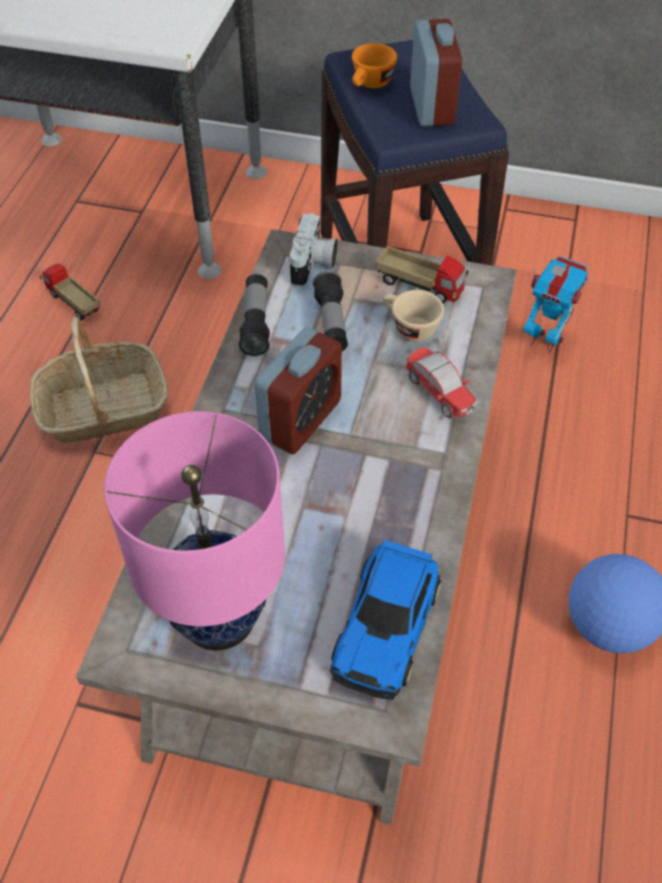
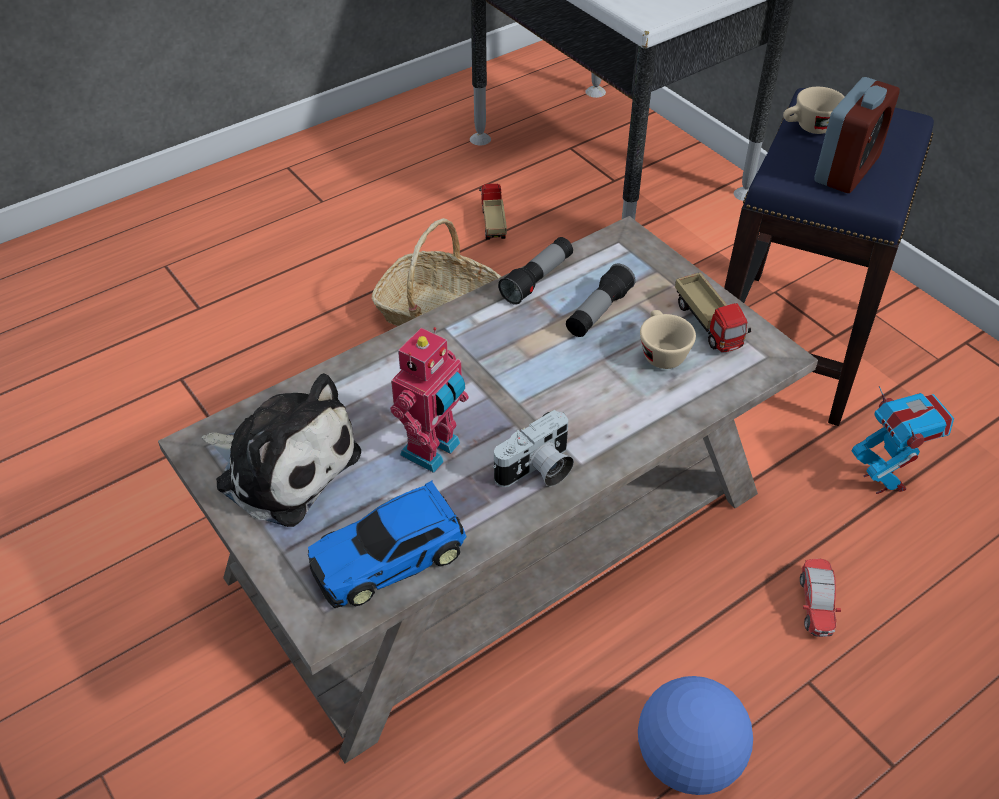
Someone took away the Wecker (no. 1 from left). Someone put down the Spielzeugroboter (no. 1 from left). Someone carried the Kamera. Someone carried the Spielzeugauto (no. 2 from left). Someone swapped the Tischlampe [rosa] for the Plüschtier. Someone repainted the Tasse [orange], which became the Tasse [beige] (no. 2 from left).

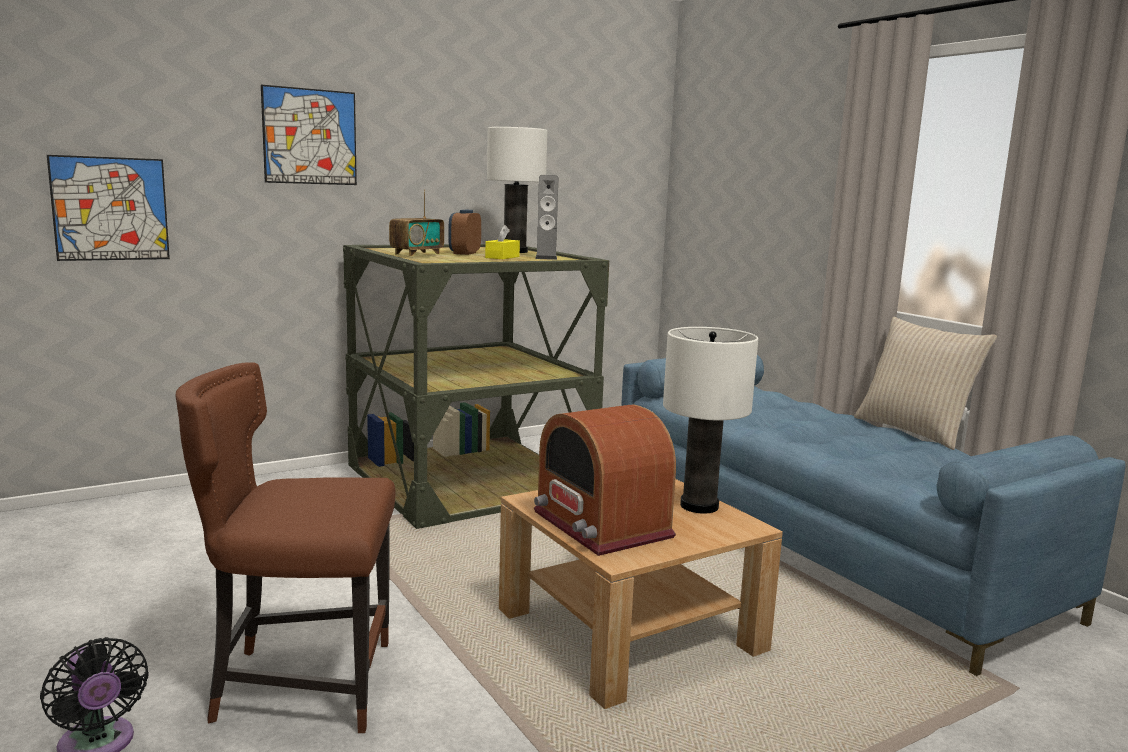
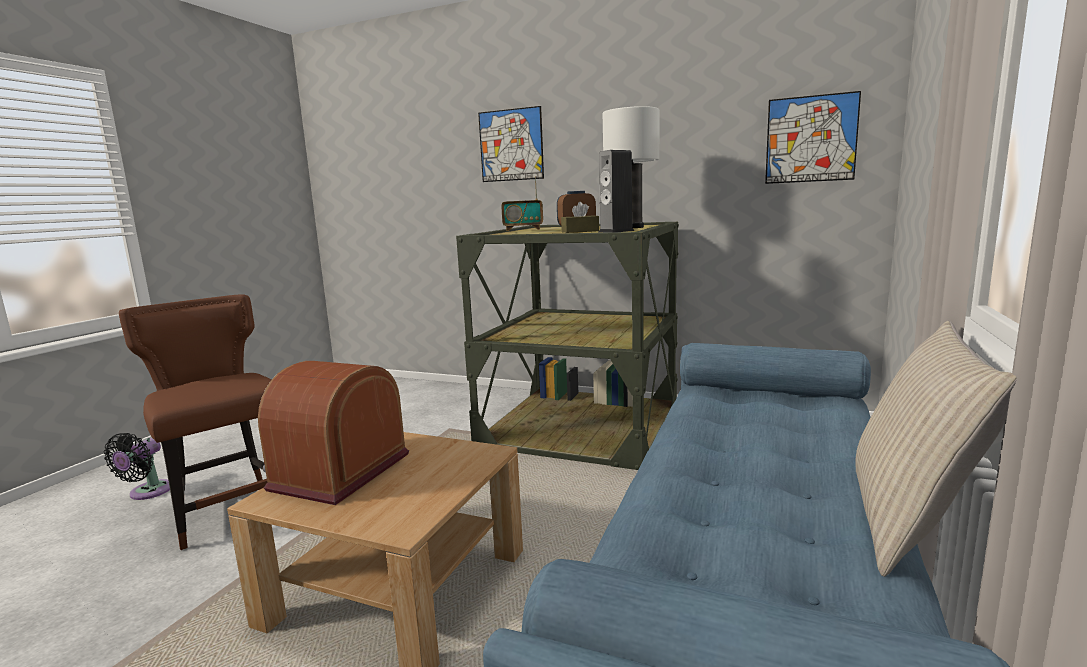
Someone took away the Tischlampe [weiß] (no. 2 from left). Someone carried the Bild (no. 1 from left in the first image). Someone repainted the Taschentuchbox [gelb], which became the Taschentuchbox [braun].

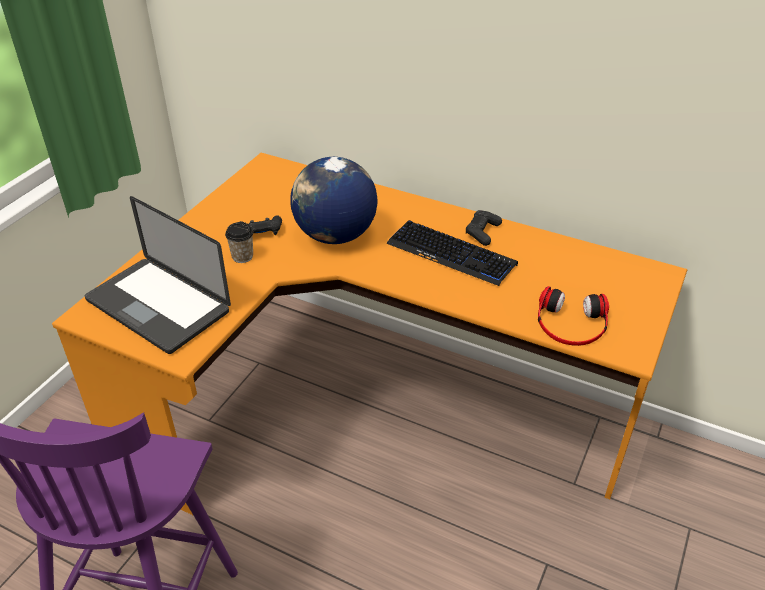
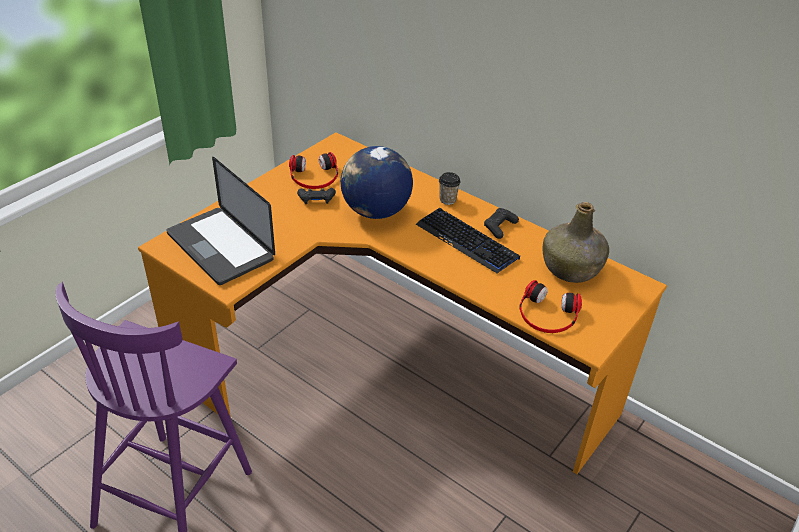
Someone put down the Kopfhörer (no. 1 from left). Someone put down the Flasche [grün]. Someone carried the Tasse.

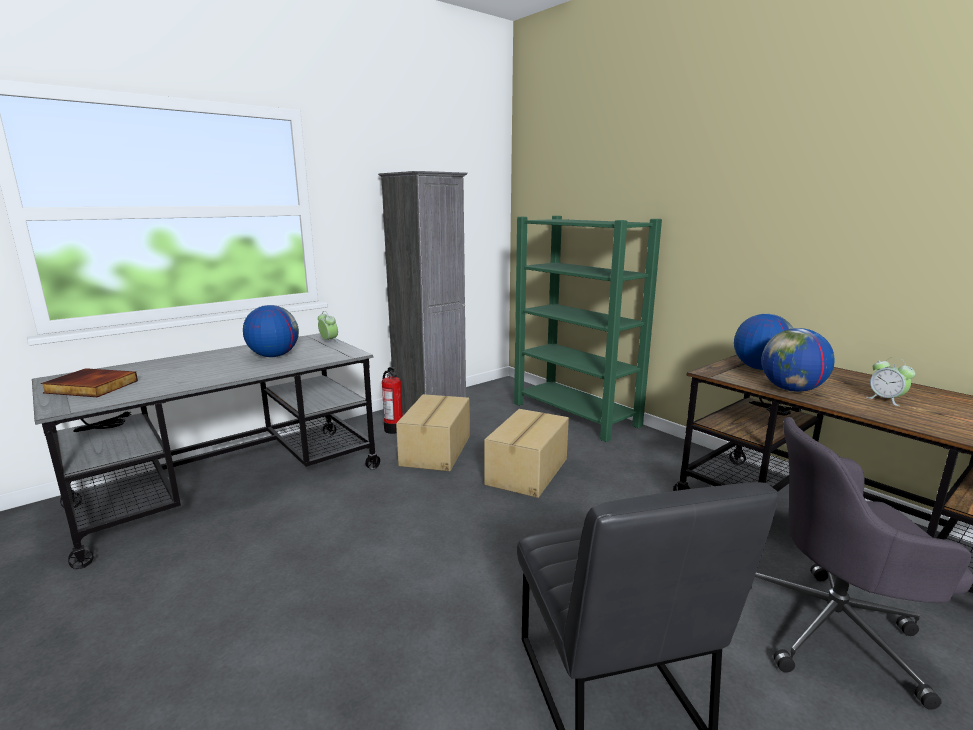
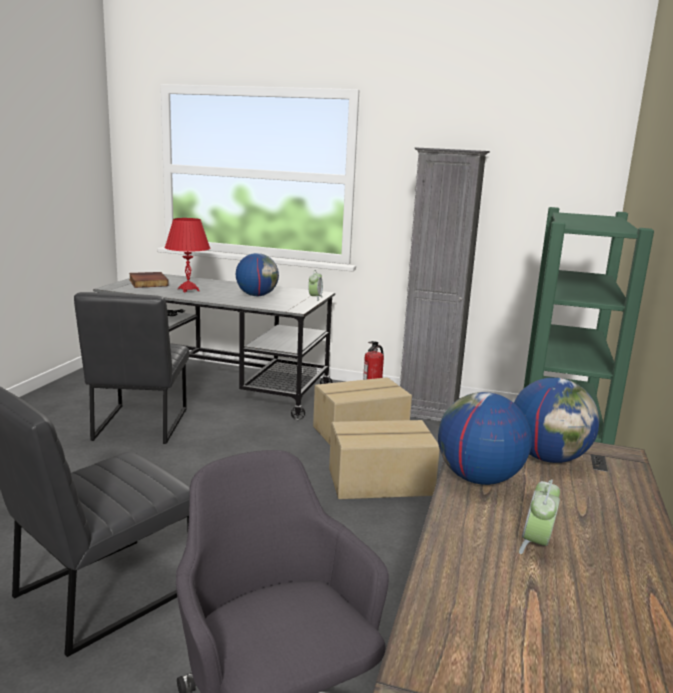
Someone put down the Stuhl [grau] (no. 2 from left). Someone put down the Tischlampe [rot].

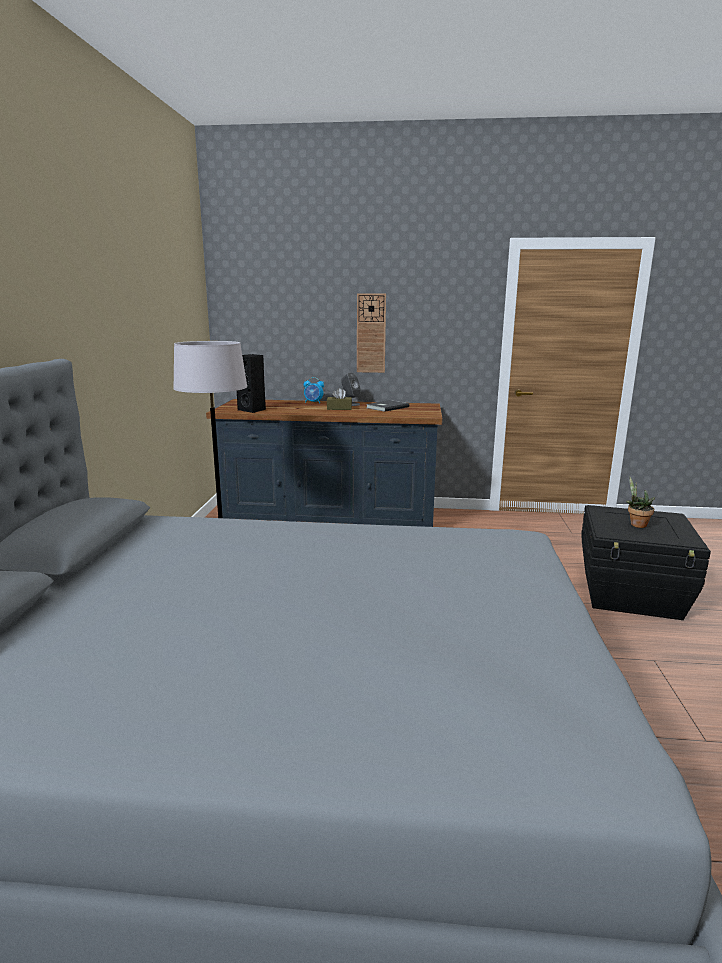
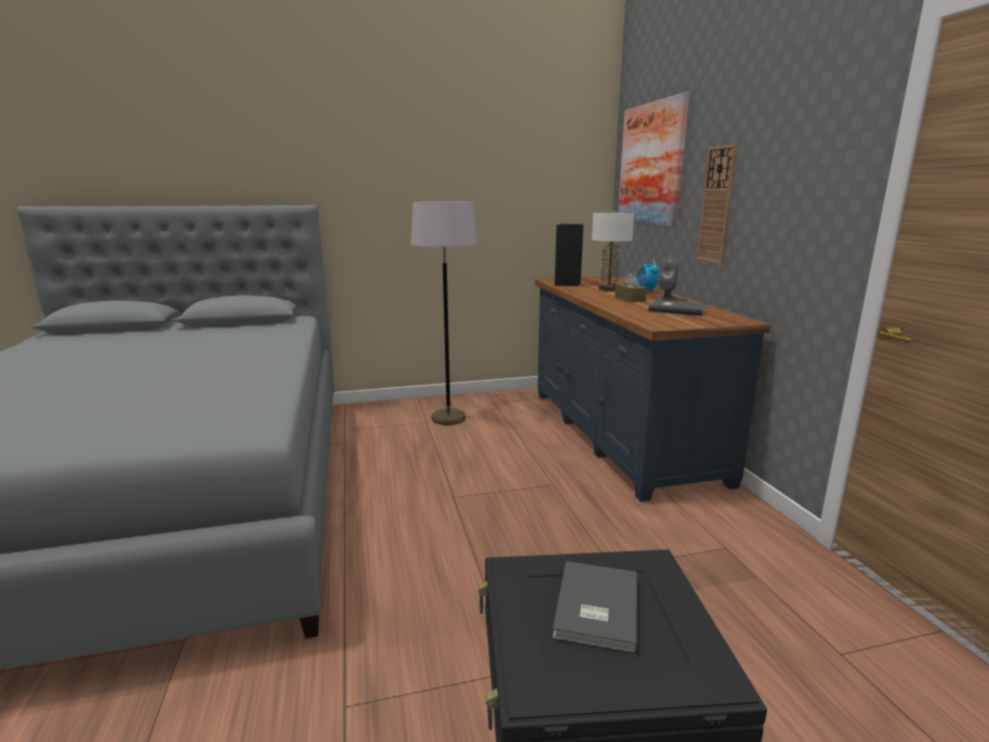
Someone put down the Tischlampe. Someone put up the Bild. Someone swapped the Topfpflanze for the Buch [grau] (no. 1 from left).

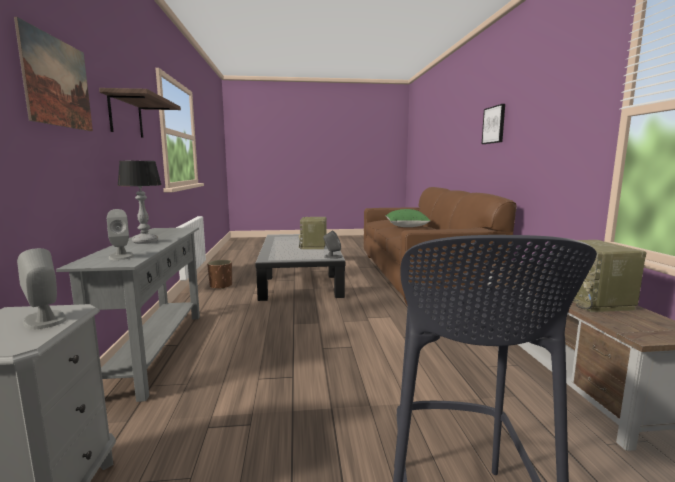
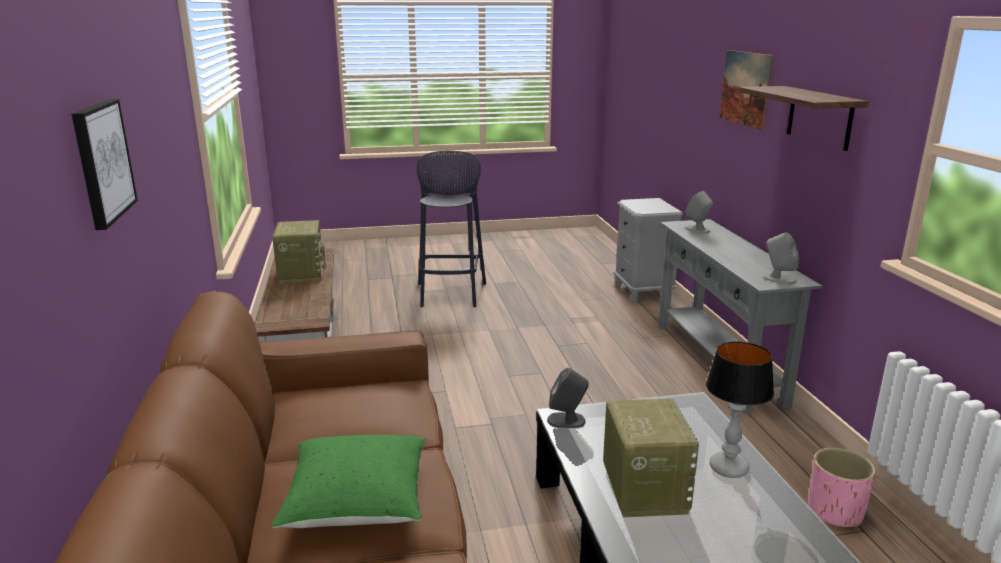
Someone carried the Lautsprecher [grau] (no. 1 from left in the first image). Someone carried the Tischlampe. Someone repainted the Pflanzkübel [braun], which became the Pflanzkübel [rosa].

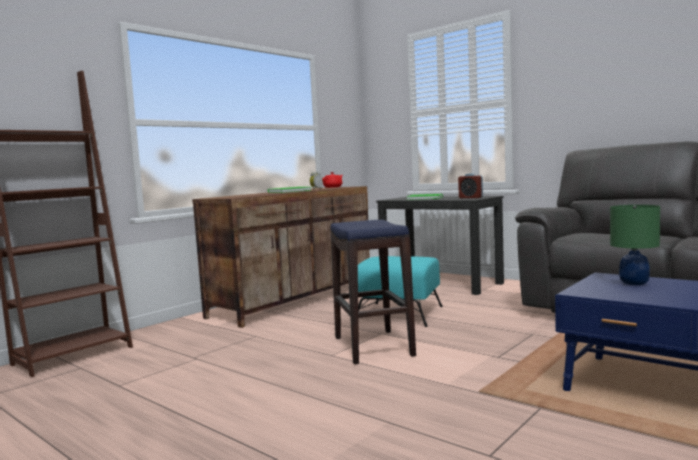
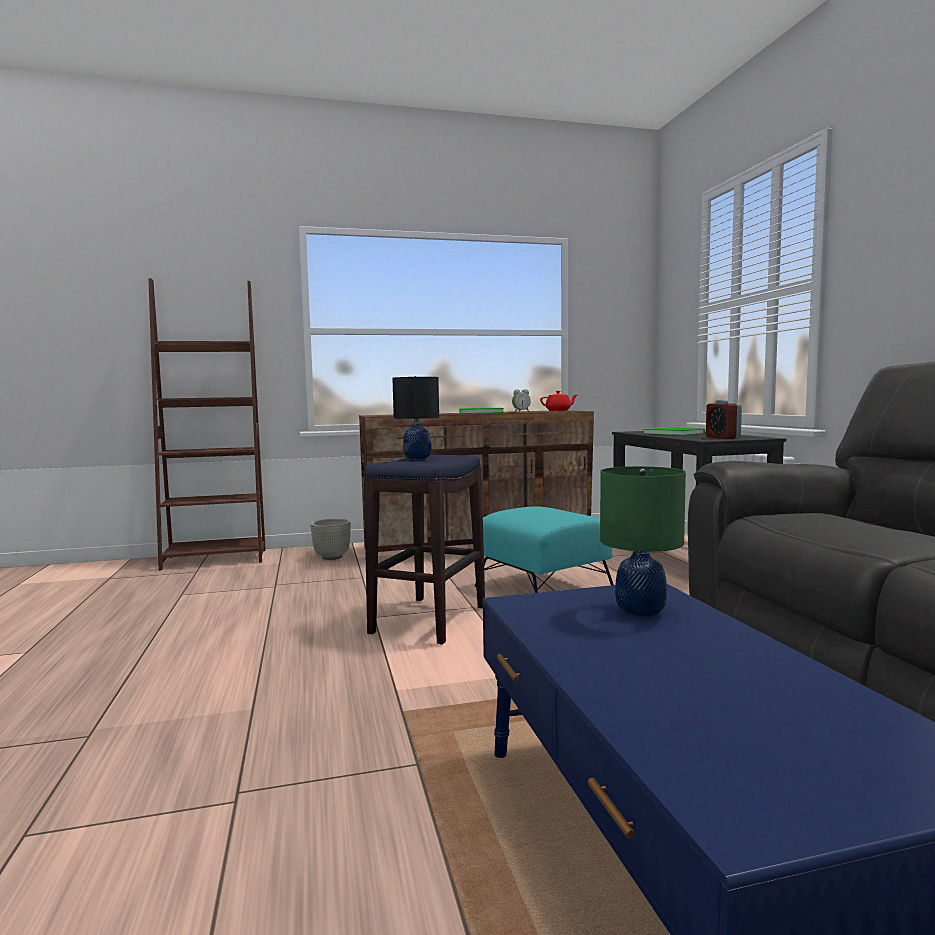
Someone put down the Pflanzkübel [grau]. Someone put down the Tischlampe [schwarz].

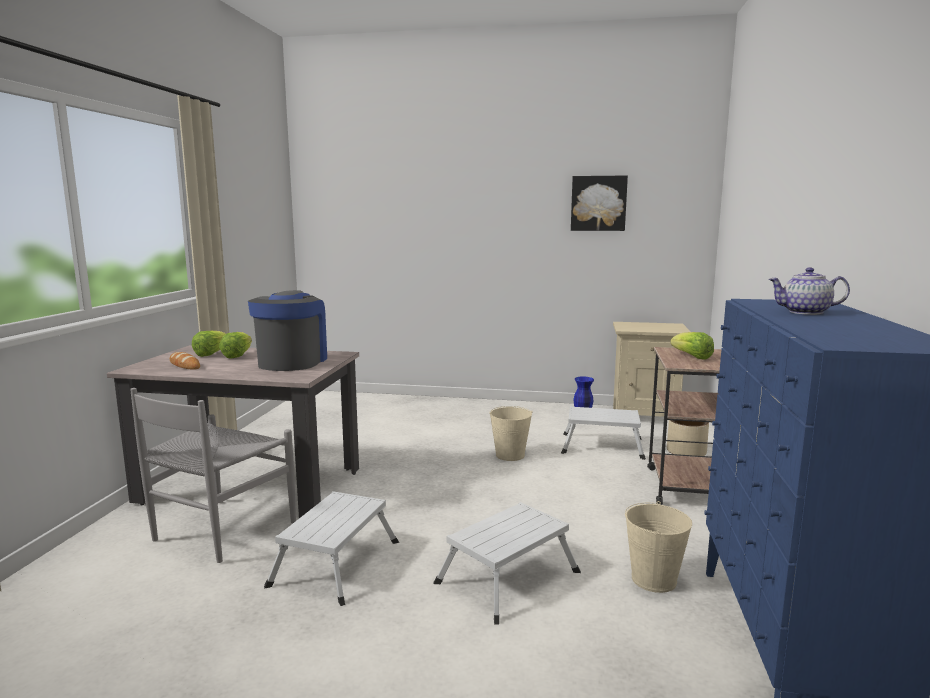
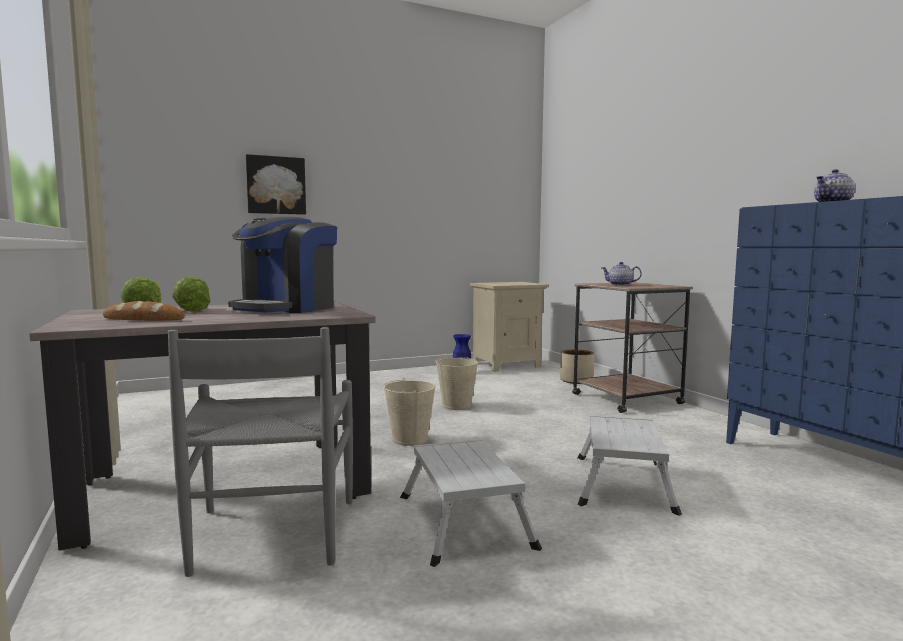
Someone took away the Trittleiter [weiß] (no. 3 from left). Someone carried the Bild. Someone carried the Eimer [beige] (no. 2 from left in the first image). Someone swapped the Salatkopf (no. 3 from left) for the Teekanne (no. 1 from left). Someone rotated the Kaffeemaschine by 120 degrees counterclockwise.

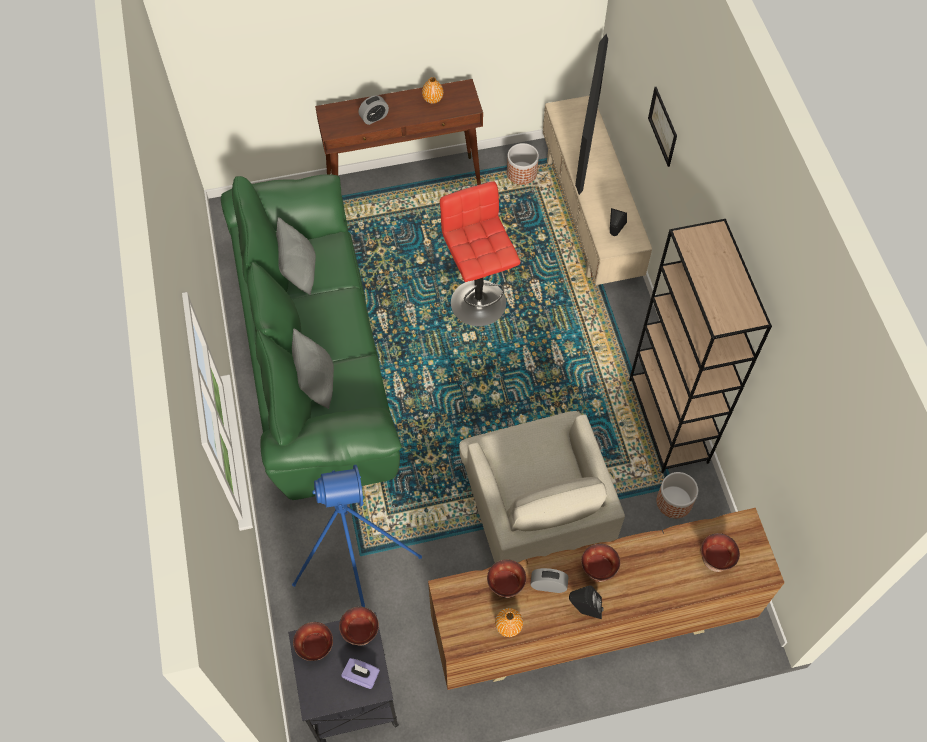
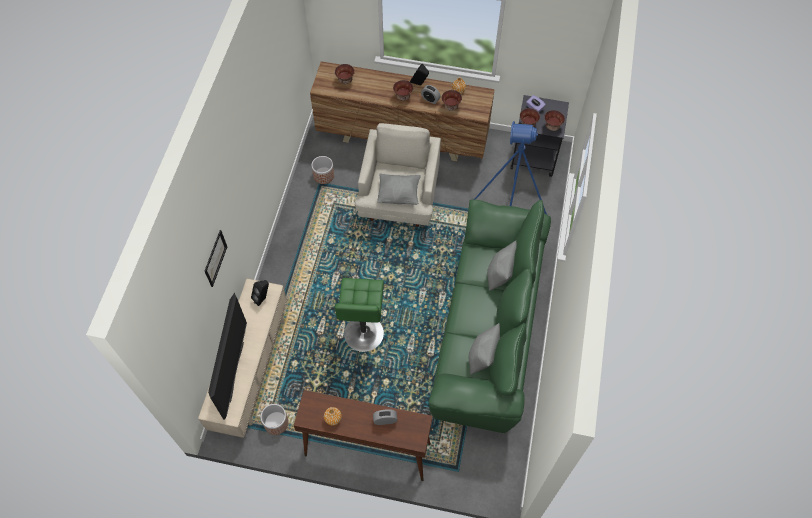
Someone took away the Bücherregal [beige]. Someone put down the Kissen [grau] (no. 1 from left). Someone repainted the Hocker [rot], which became the Hocker [grün]. Someone rotated the Fernseher by 150 degrees clockwise.

